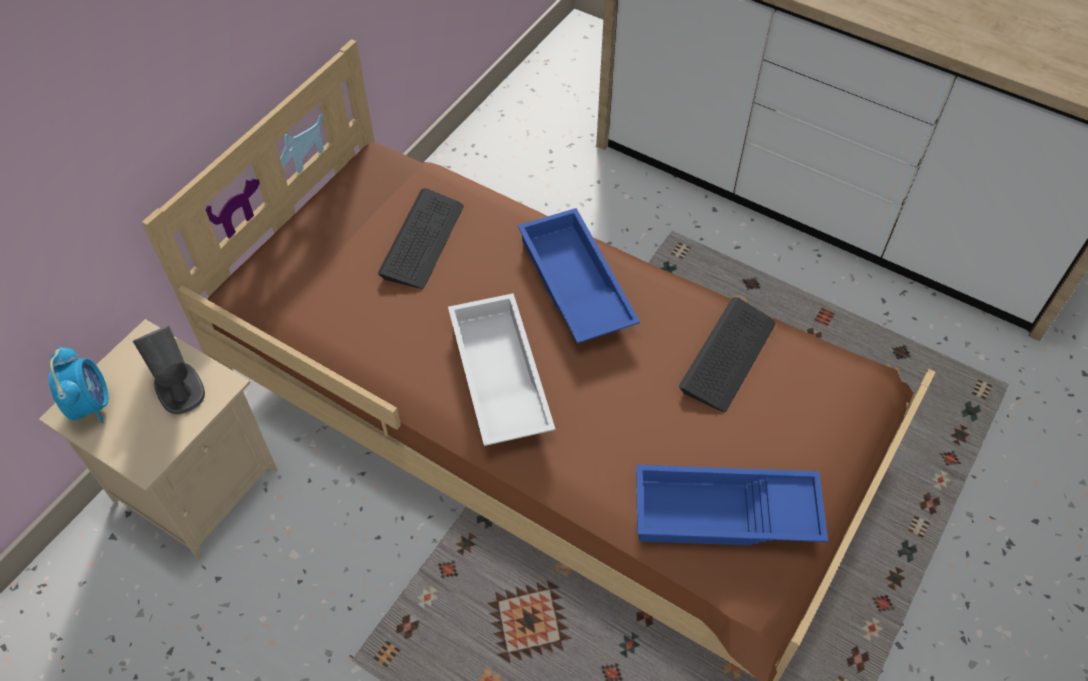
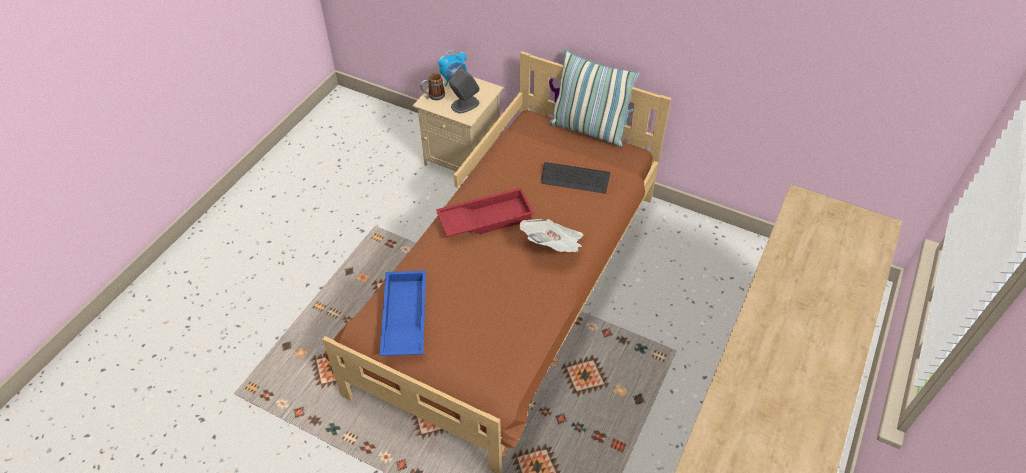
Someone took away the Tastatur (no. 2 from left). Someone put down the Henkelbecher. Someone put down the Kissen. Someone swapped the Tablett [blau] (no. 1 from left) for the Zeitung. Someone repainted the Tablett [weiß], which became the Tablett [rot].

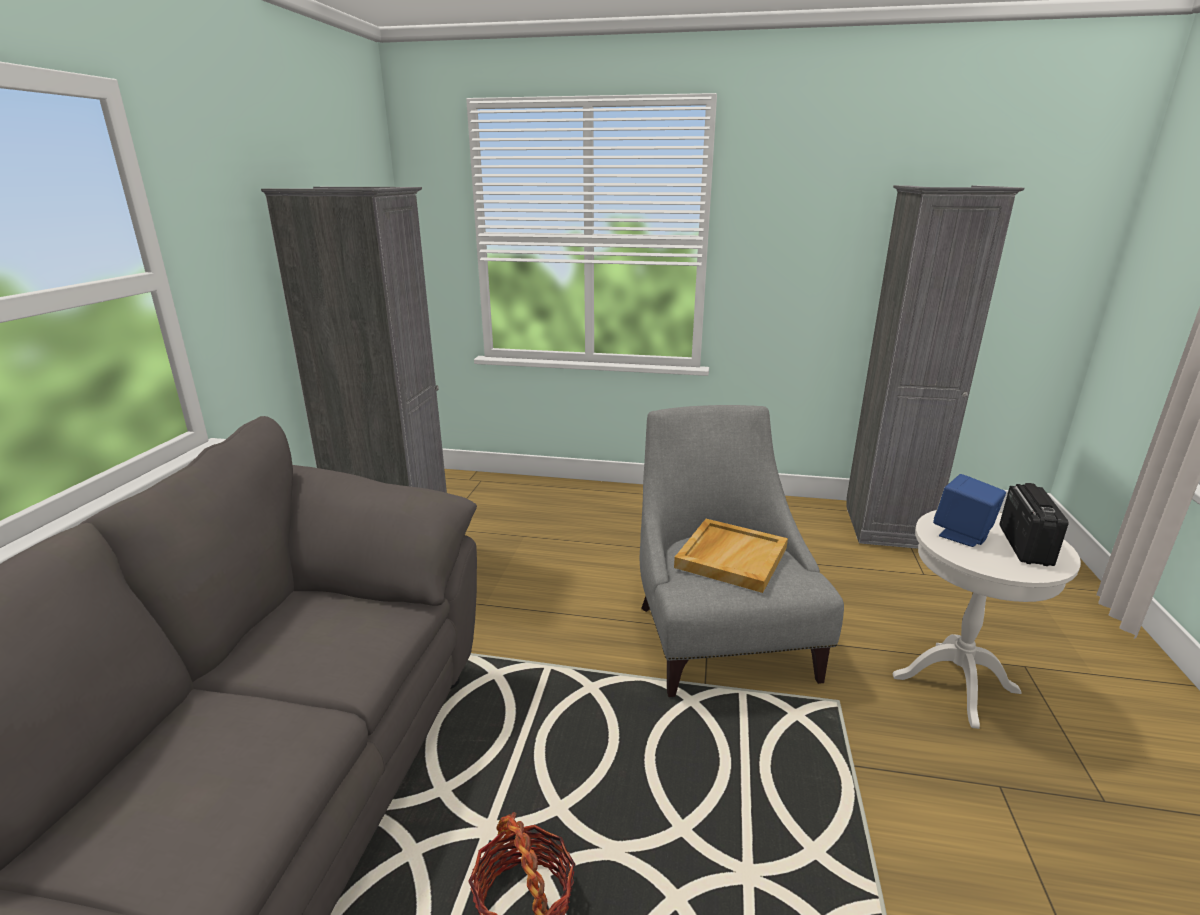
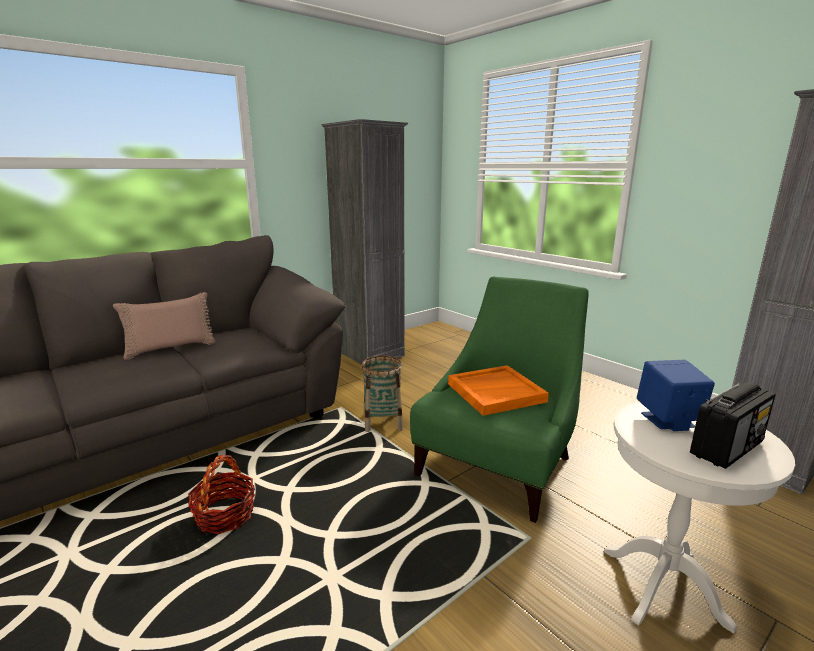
Someone put down the Kissen [beige]. Someone put down the Korb (no. 2 from left). Someone repainted the Sessel [grau], which became the Sessel [grün]. Someone repainted the Tablett [beige], which became the Tablett [orange].

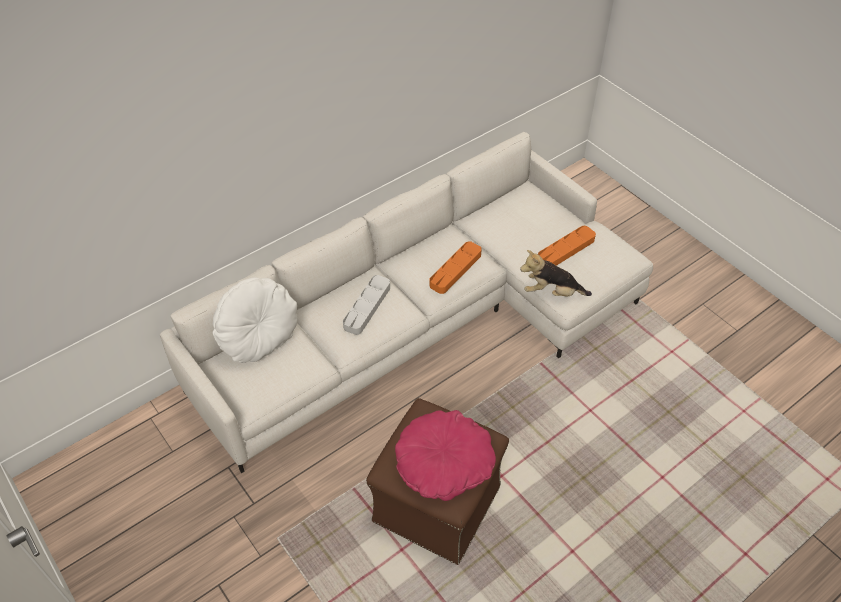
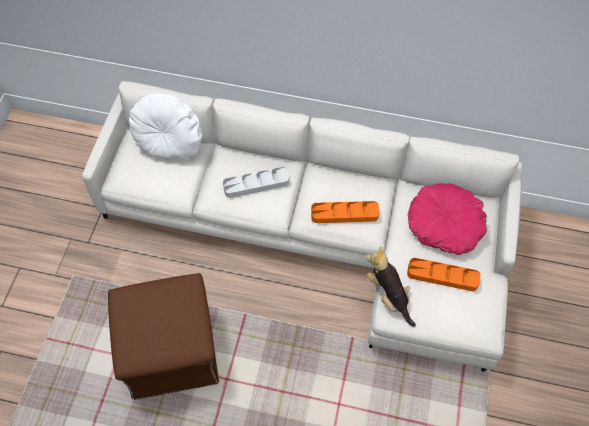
Someone carried the Kissen [rosa].

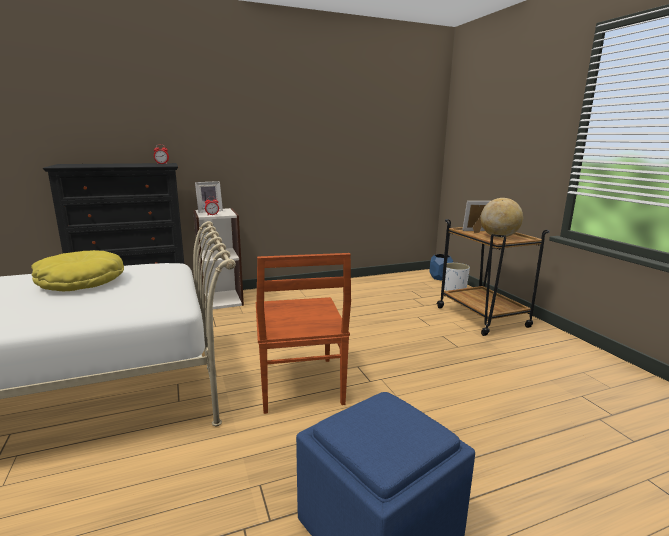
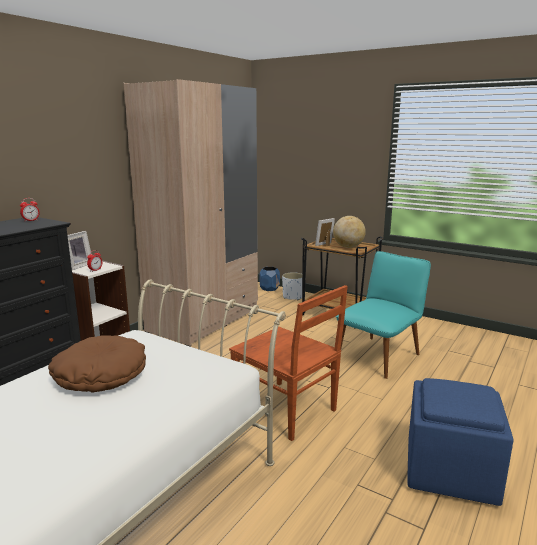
Someone put down the Kleiderschrank [beige]. Someone put down the Stuhl [türkis]. Someone repainted the Kissen [gelb], which became the Kissen [braun].

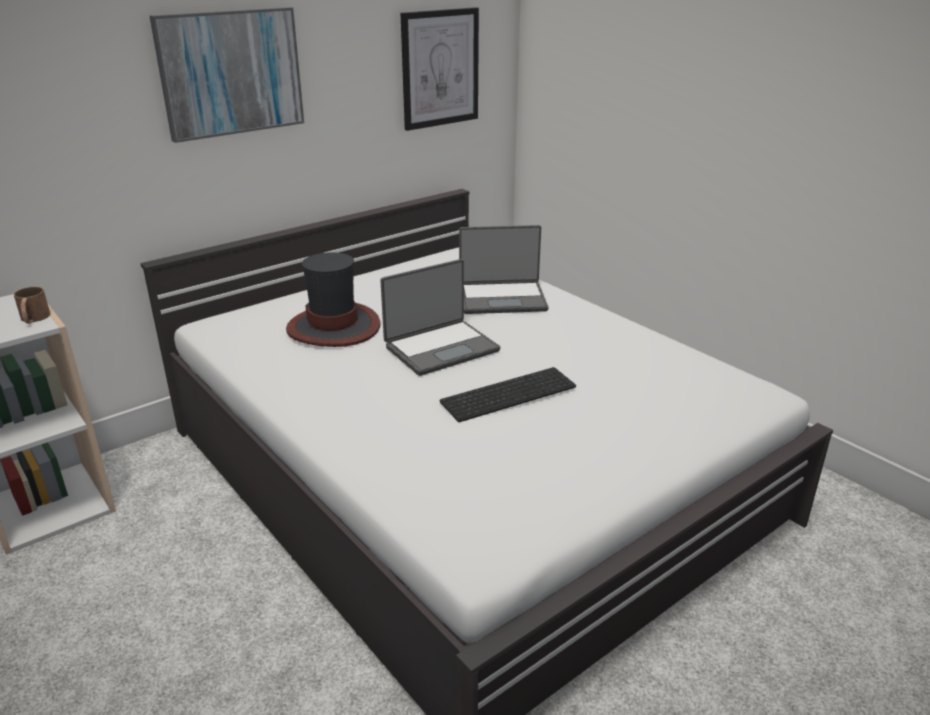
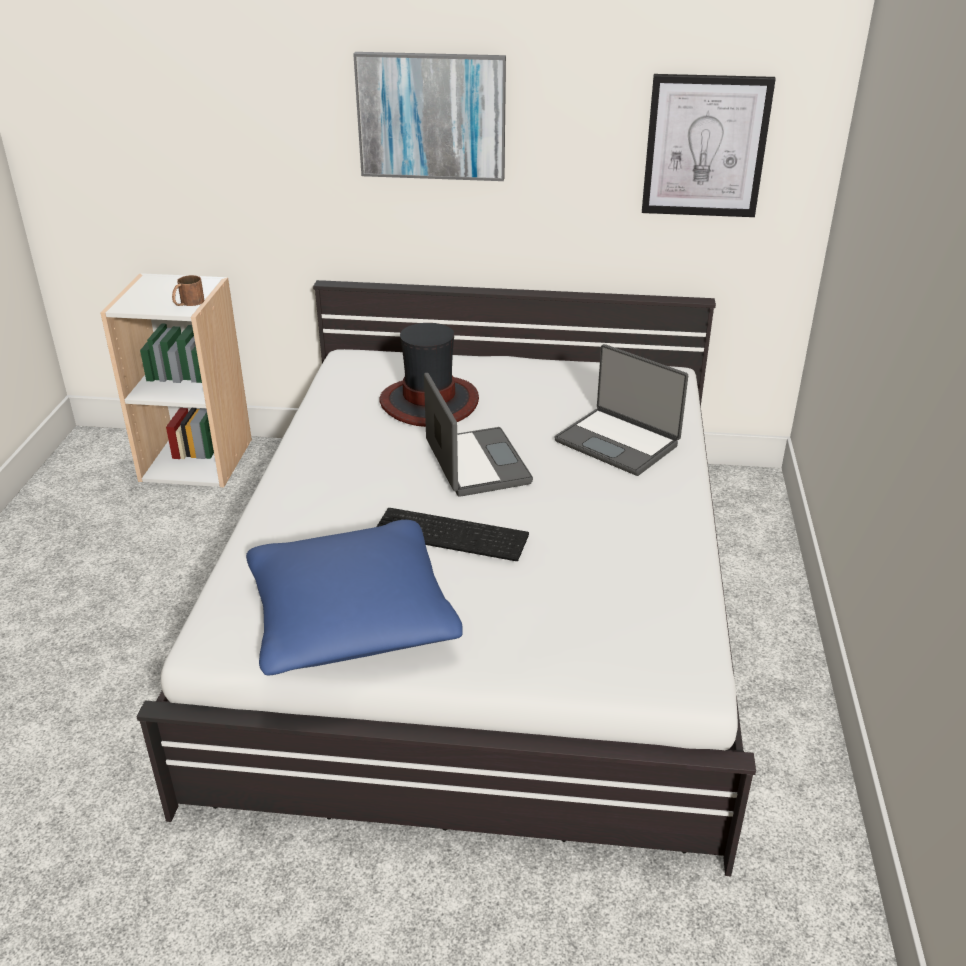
Someone put down the Kissen [blau]. Someone rotated the Laptop (no. 1 from left) by 120 degrees counterclockwise.

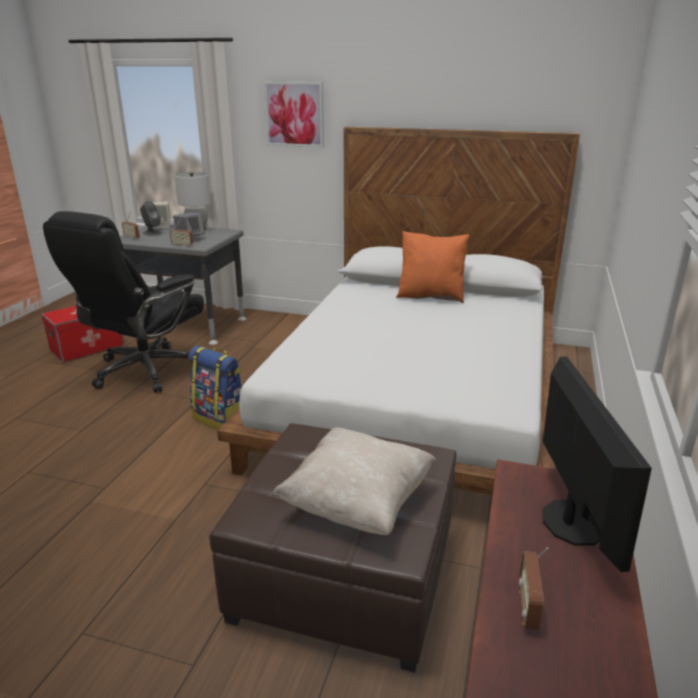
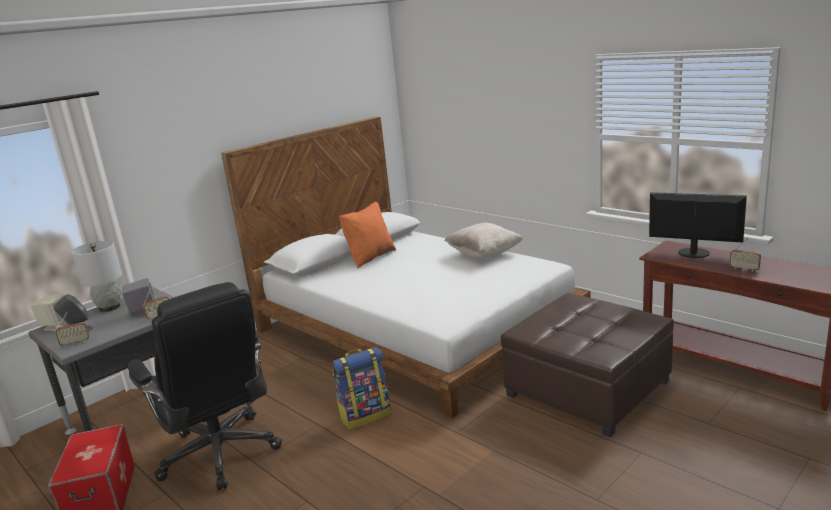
Someone took away the Bild. Someone carried the Kissen [beige].

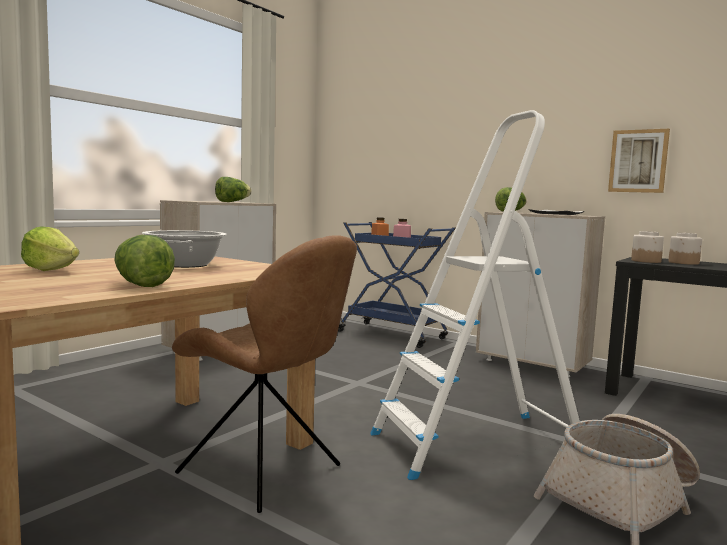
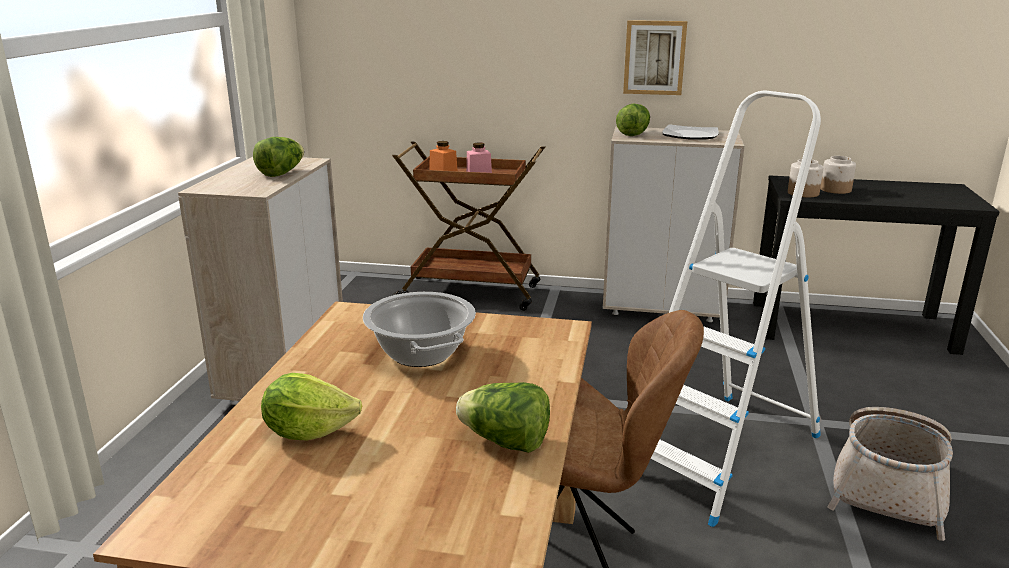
Someone carried the Bild. Someone repainted the Rollwagen [blau], which became the Rollwagen [braun].

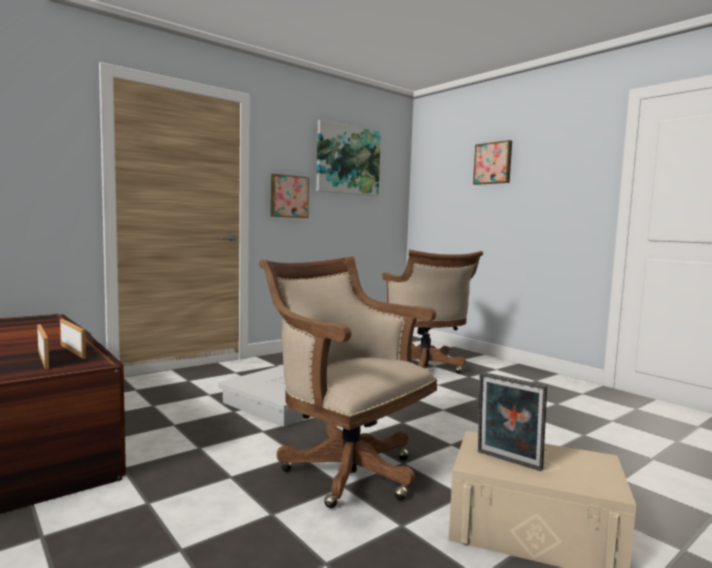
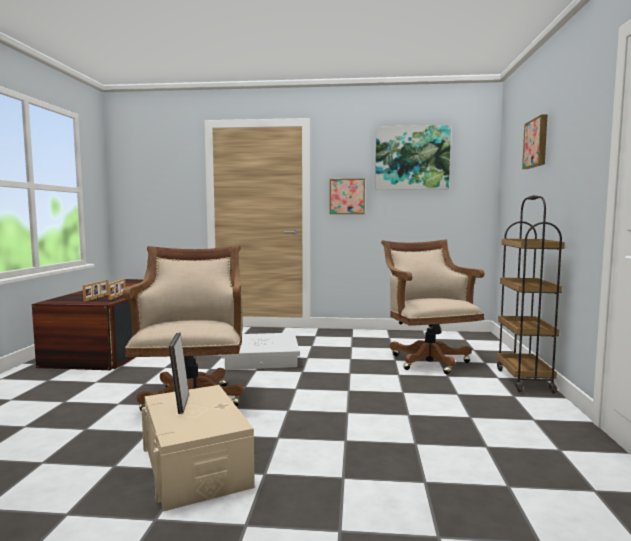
Someone put down the Rollwagen [braun]. Someone rotated the Bürostuhl (no. 2 from left) by 135 degrees clockwise.

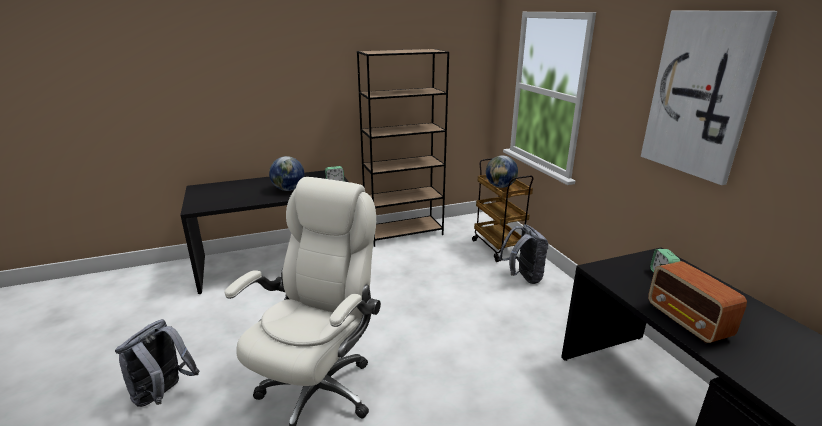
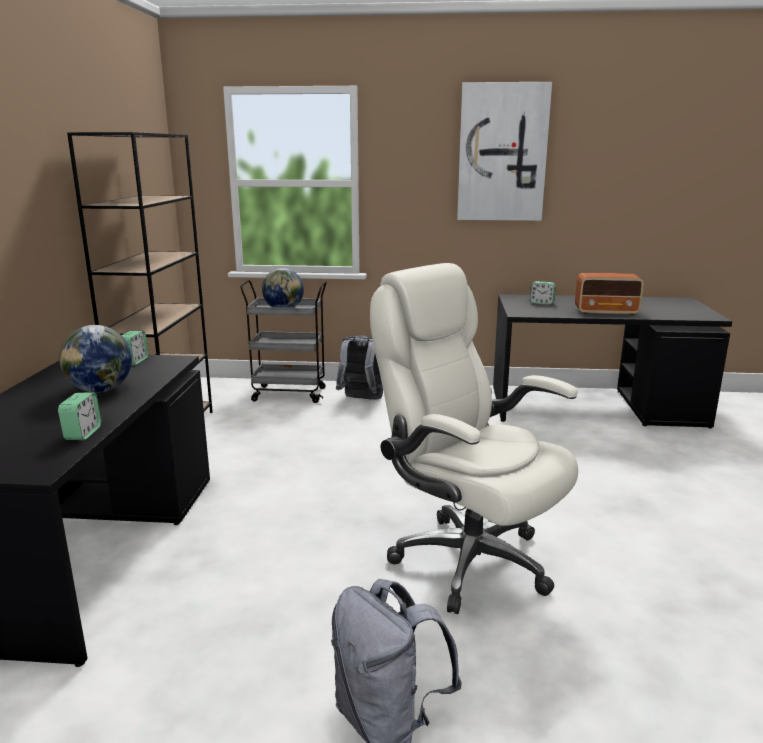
Someone put down the Wecker (no. 1 from left). Someone repainted the Rollwagen [braun], which became the Rollwagen [grau].

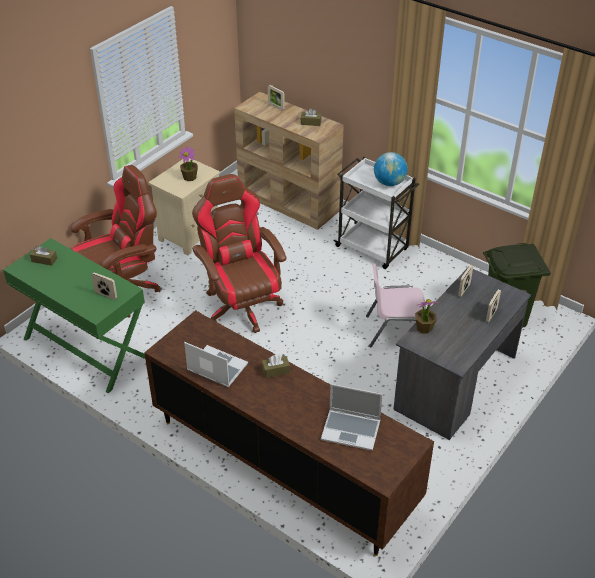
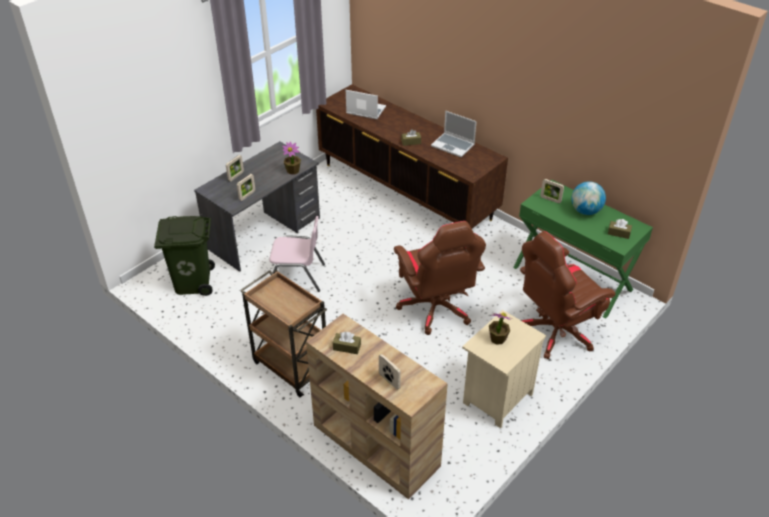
Someone carried the Globus. Someone repainted the Rollwagen [weiß], which became the Rollwagen [braun].

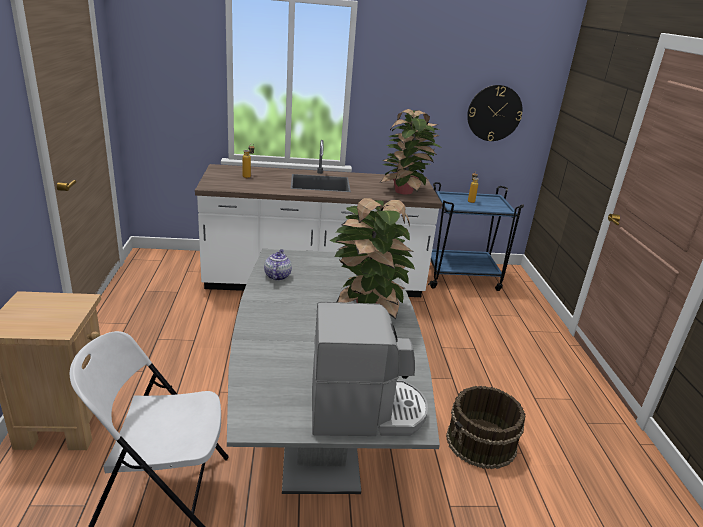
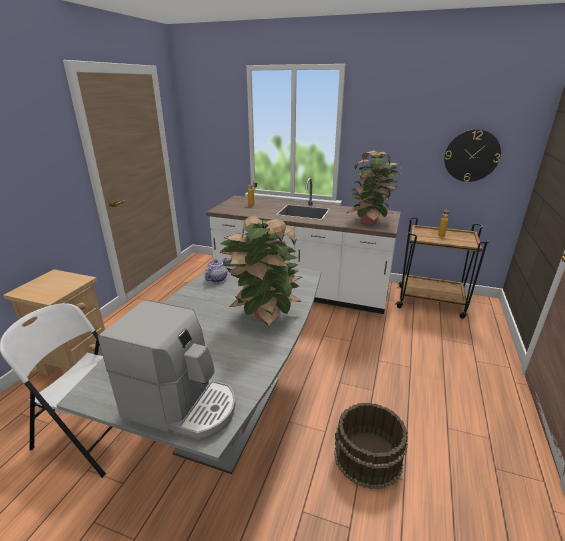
Someone repainted the Rollwagen [blau], which became the Rollwagen [braun].

